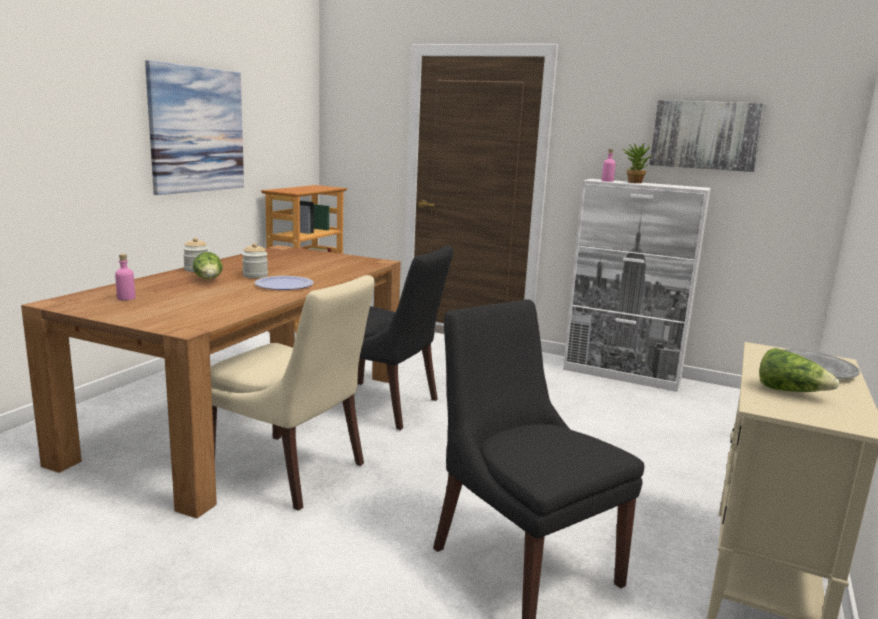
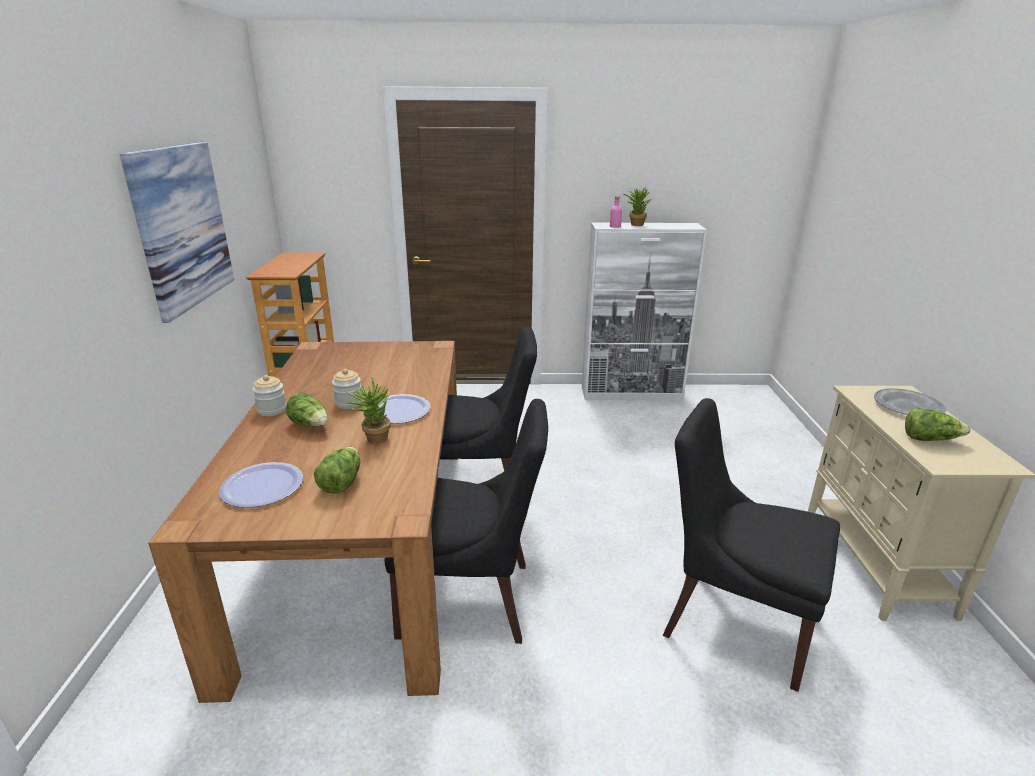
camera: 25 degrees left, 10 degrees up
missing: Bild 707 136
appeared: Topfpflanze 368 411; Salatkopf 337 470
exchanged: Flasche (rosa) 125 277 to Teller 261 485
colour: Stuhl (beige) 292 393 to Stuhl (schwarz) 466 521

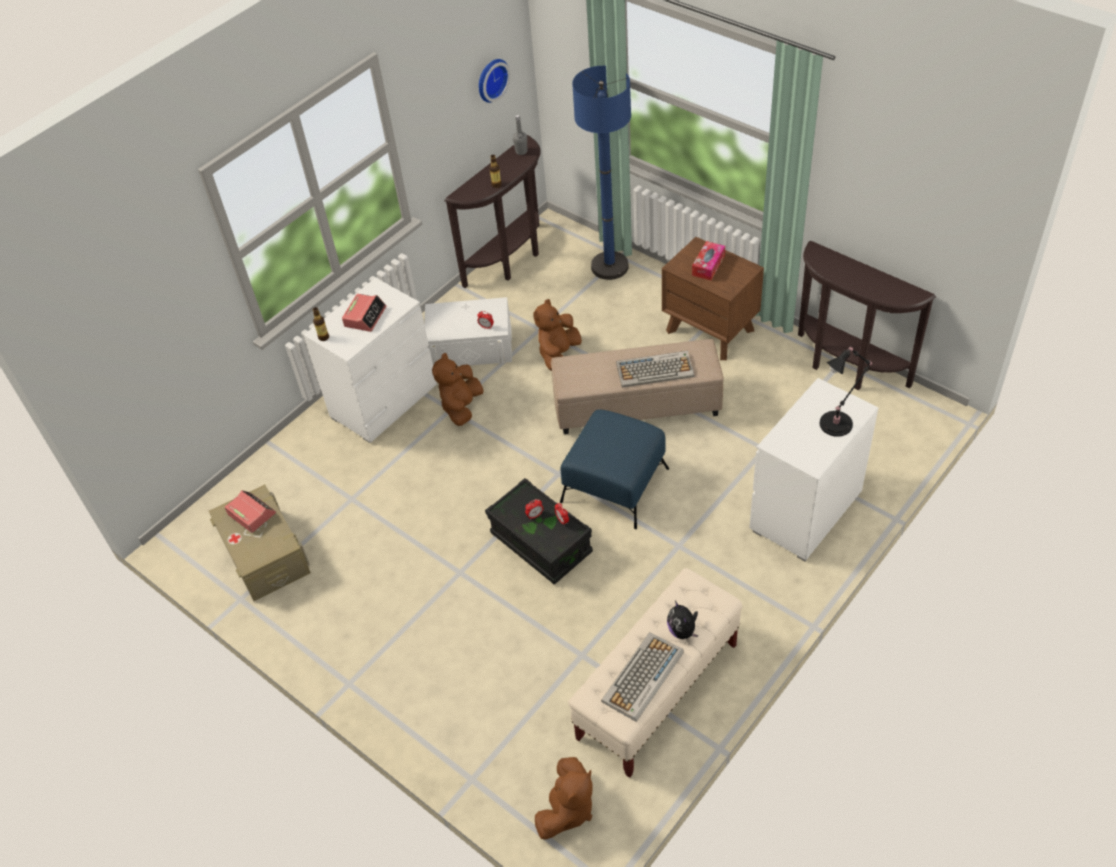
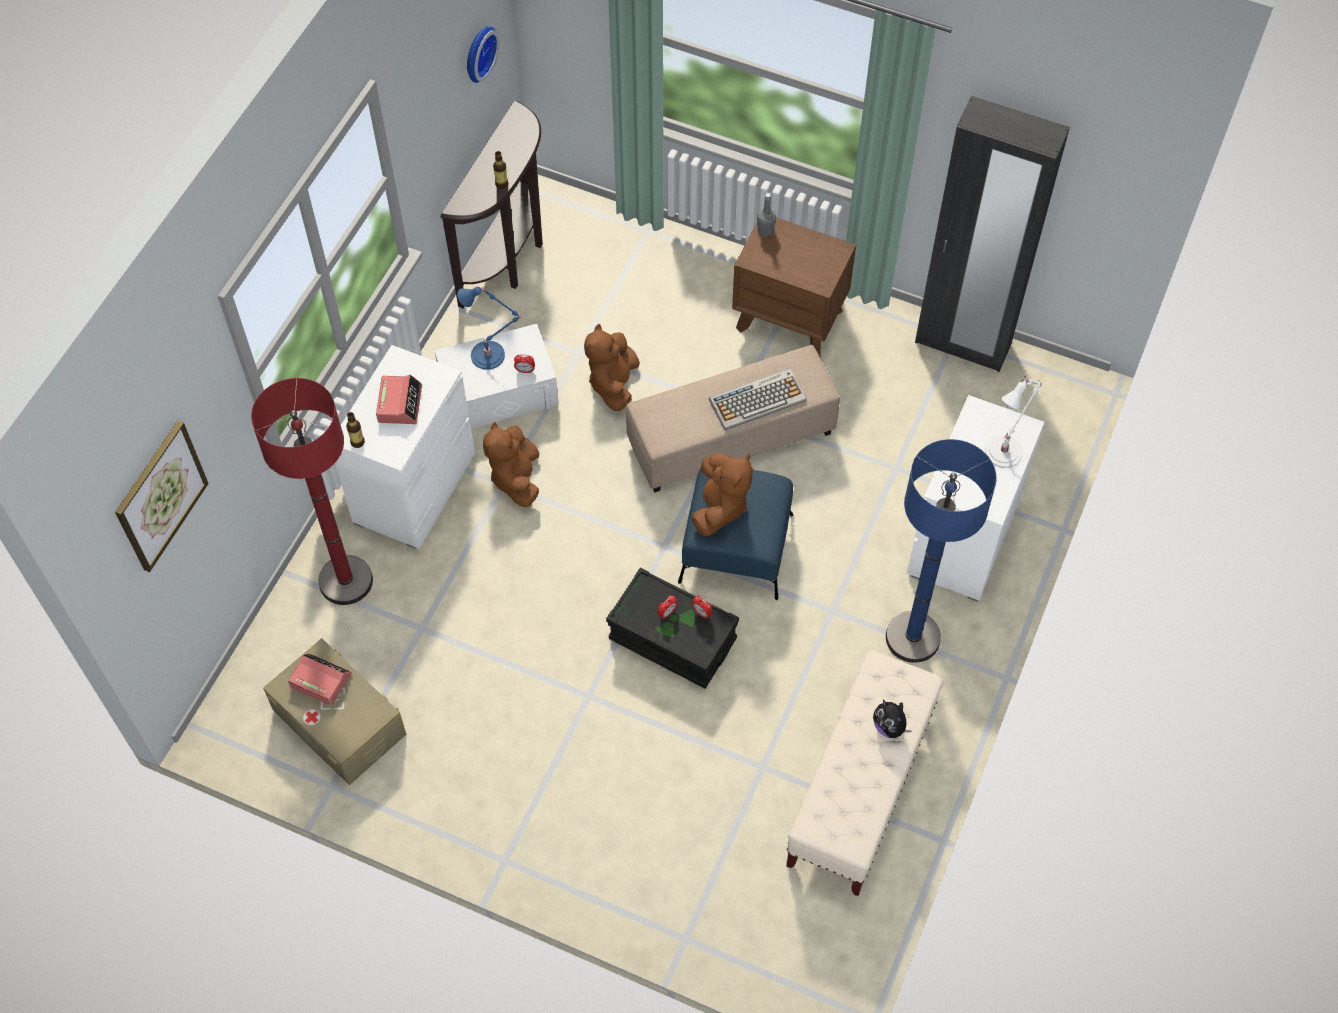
camera: 20 degrees left, 10 degrees up
missing: Taschentuchbox 708 260; Tastatur 642 677
appeared: Tischlampe (blau) 489 328; Stehlampe (rot) 312 491; Bild 162 496
relocated: Stehlampe (blau) 601 173 to 941 551; Flasche (grau) 520 135 to 766 215; Plüschtier (braun) 564 798 to 722 494
exchanged: Konsolentisch (braun) 867 316 to Kleiderschrank (schwarz) 992 234
colour: Tischlampe (schwarz) 846 391 to Tischlampe (weiß) 1013 422

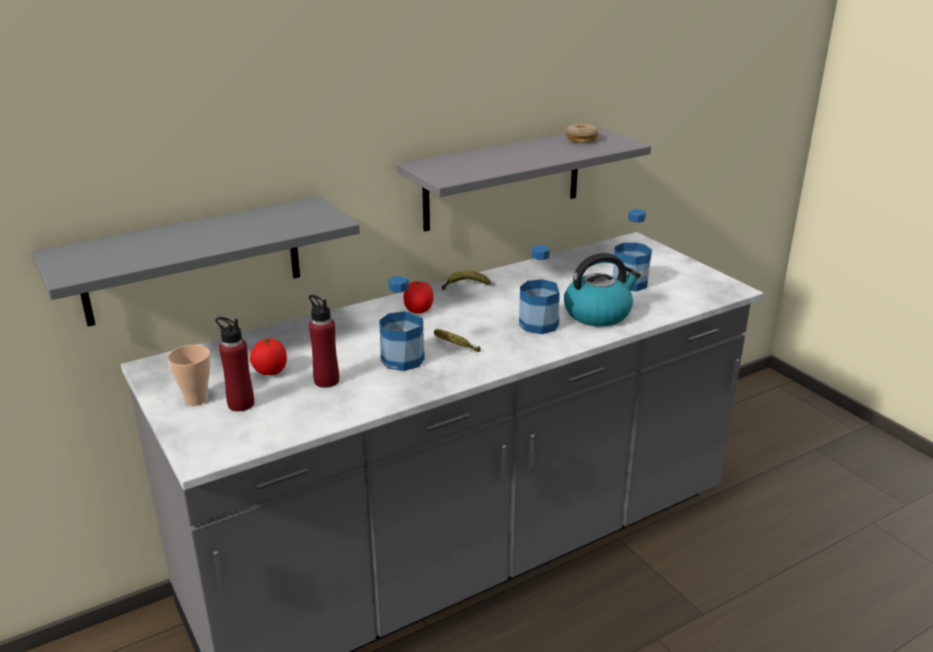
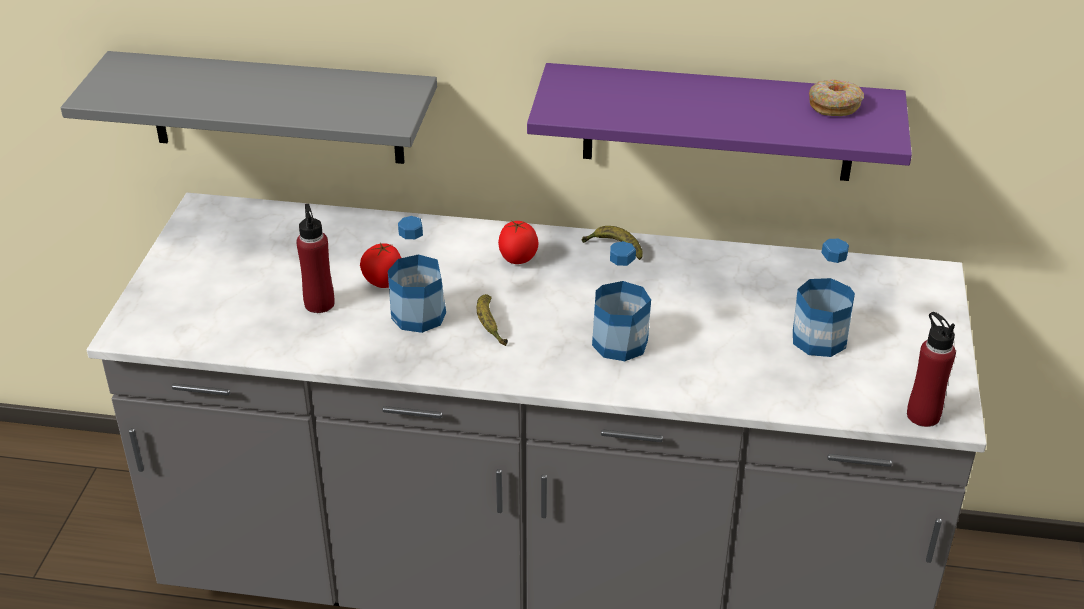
camera: 40 degrees right, 10 degrees up
missing: Wasserkessel 602 289; Tasse 189 375
relocated: Flasche (rot) 234 364 to 931 369; Tomate 268 356 to 380 265
colour: Wandregal (grau) 523 179 to Wandregal (lila) 719 122

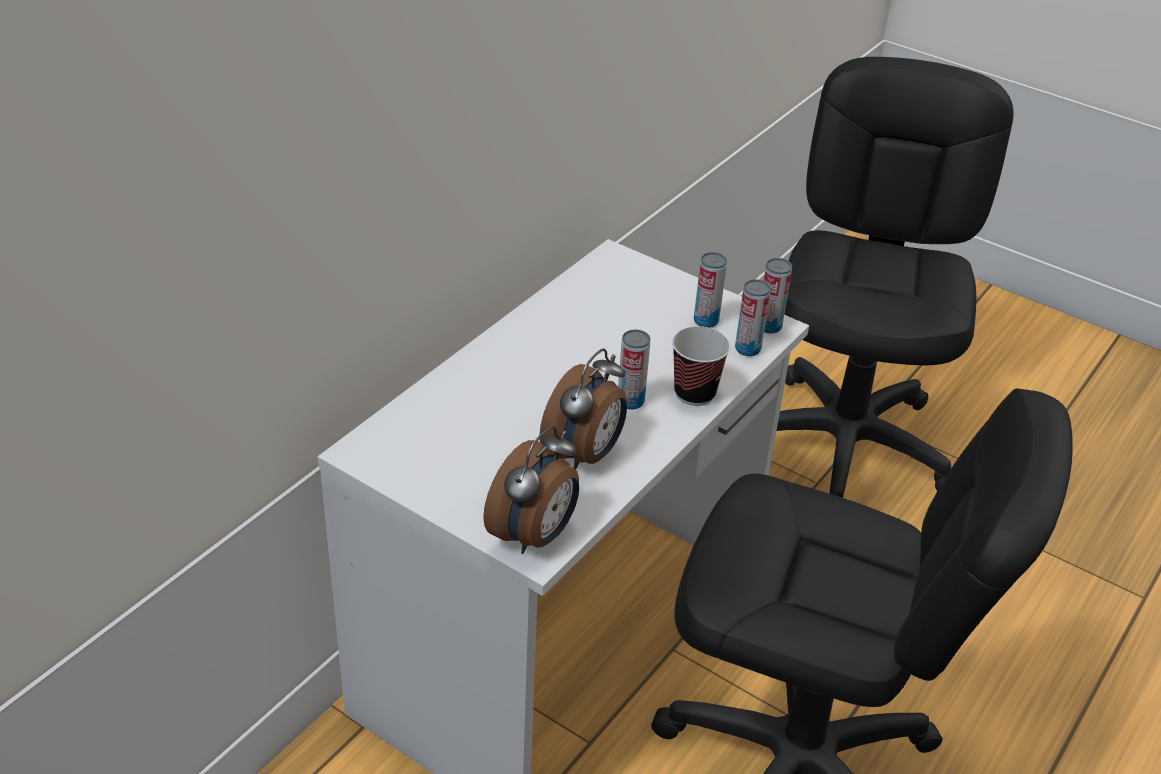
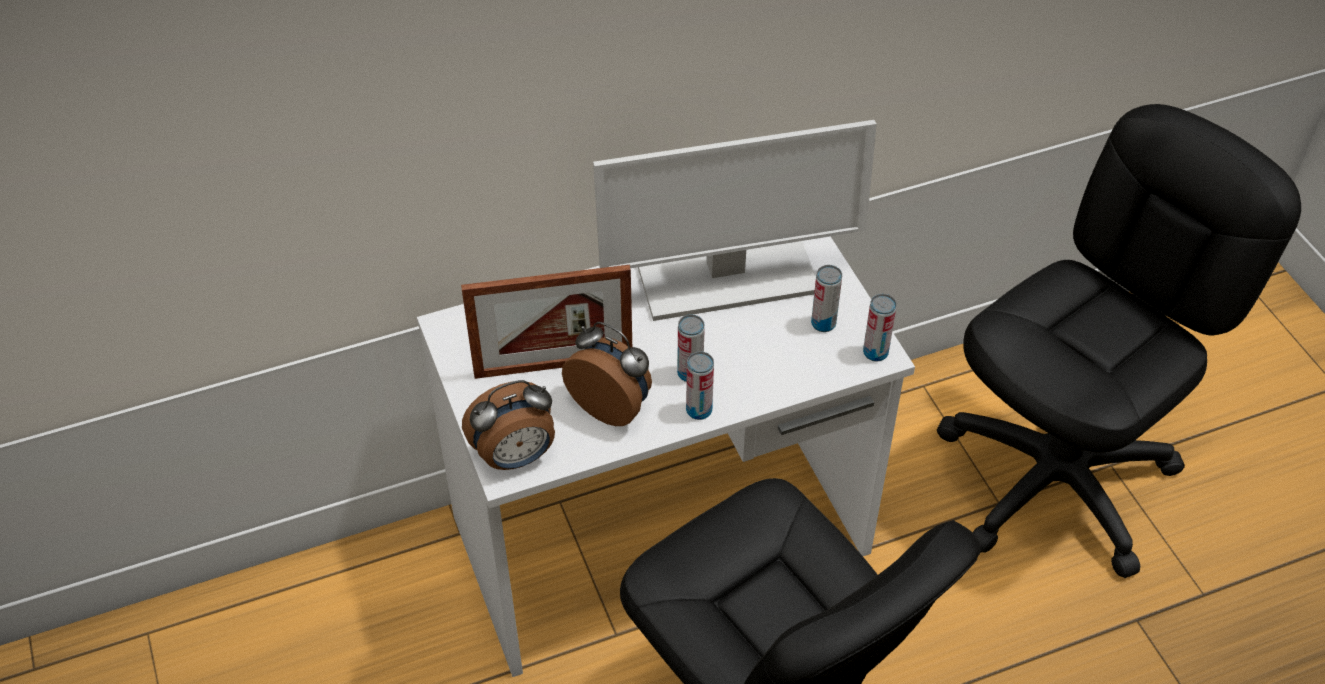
camera: 35 degrees right, 10 degrees up
missing: Tasse 701 366
appeared: Monitor 735 220; Bilderrahmen 546 322
relocated: Dose 753 317 to 700 386
spun: Wecker 583 409 = 607 374 120 degrees counterclockwise

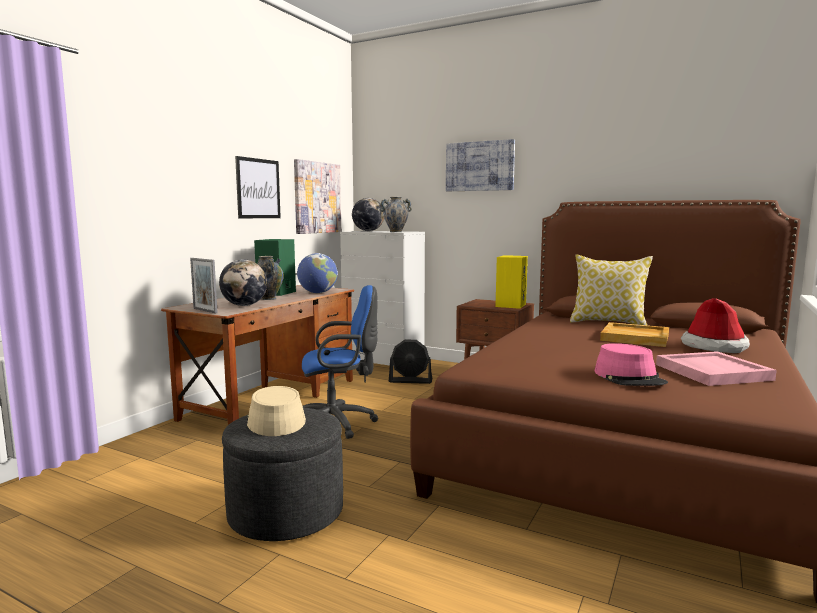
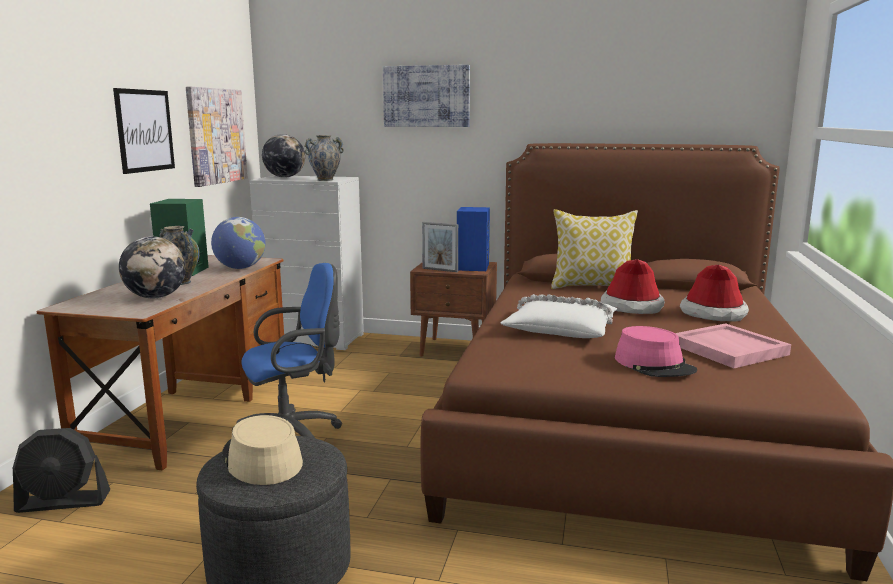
camera: 15 degrees left, 5 degrees up
appeared: Kissen (weiß) 559 316
relocated: Bilderrahmen 204 286 to 440 247; Ventilator (schwarz) 410 362 to 61 470
exchanged: Tablett (beige) 634 334 to Hut 633 286
colour: Lautsprecher (gelb) 511 282 to Lautsprecher (blau) 473 239

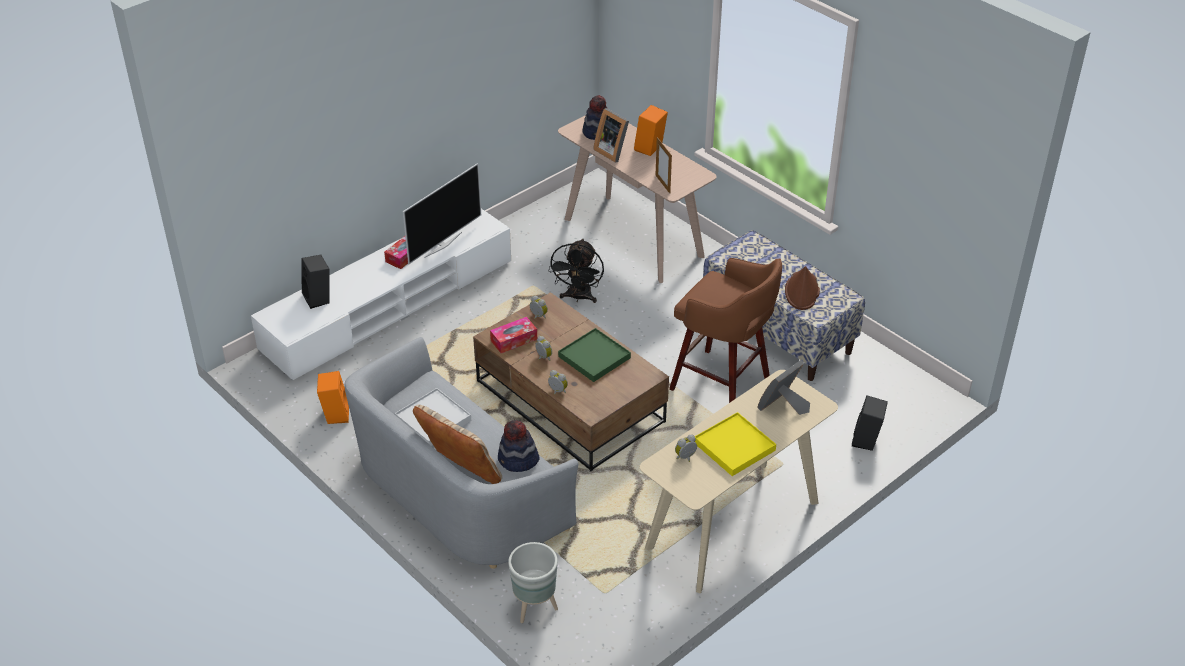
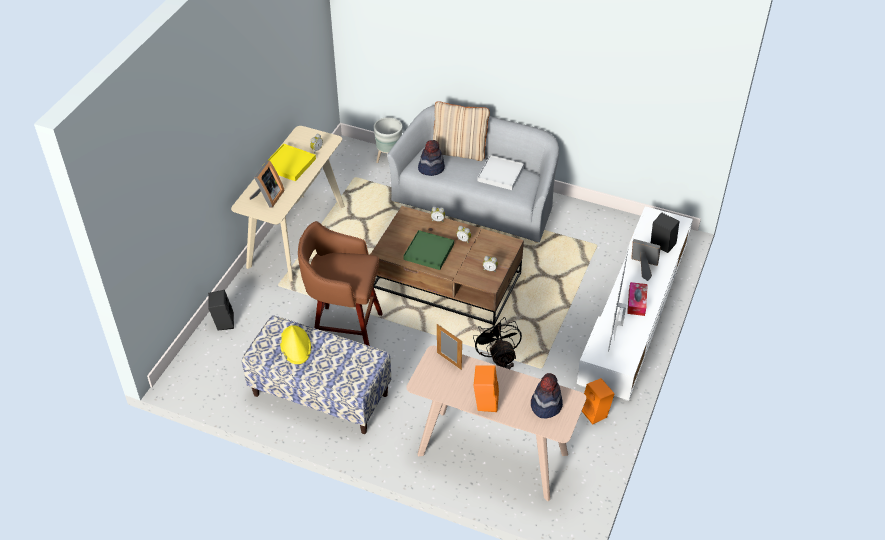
camera: 155 degrees right, 5 degrees up
missing: Taschentuchbox 513 335
relocated: Bilderrahmen 611 135 to 646 260; Lautsprecher (orange) 333 397 to 598 401
colour: Hut (braun) 802 288 to Hut (gelb) 295 344

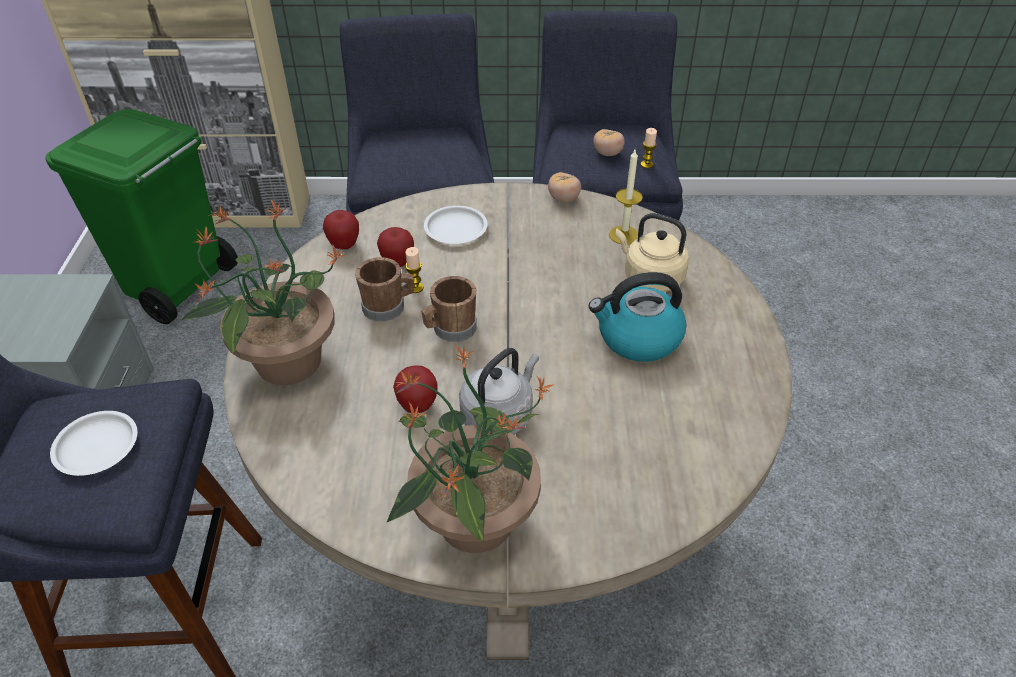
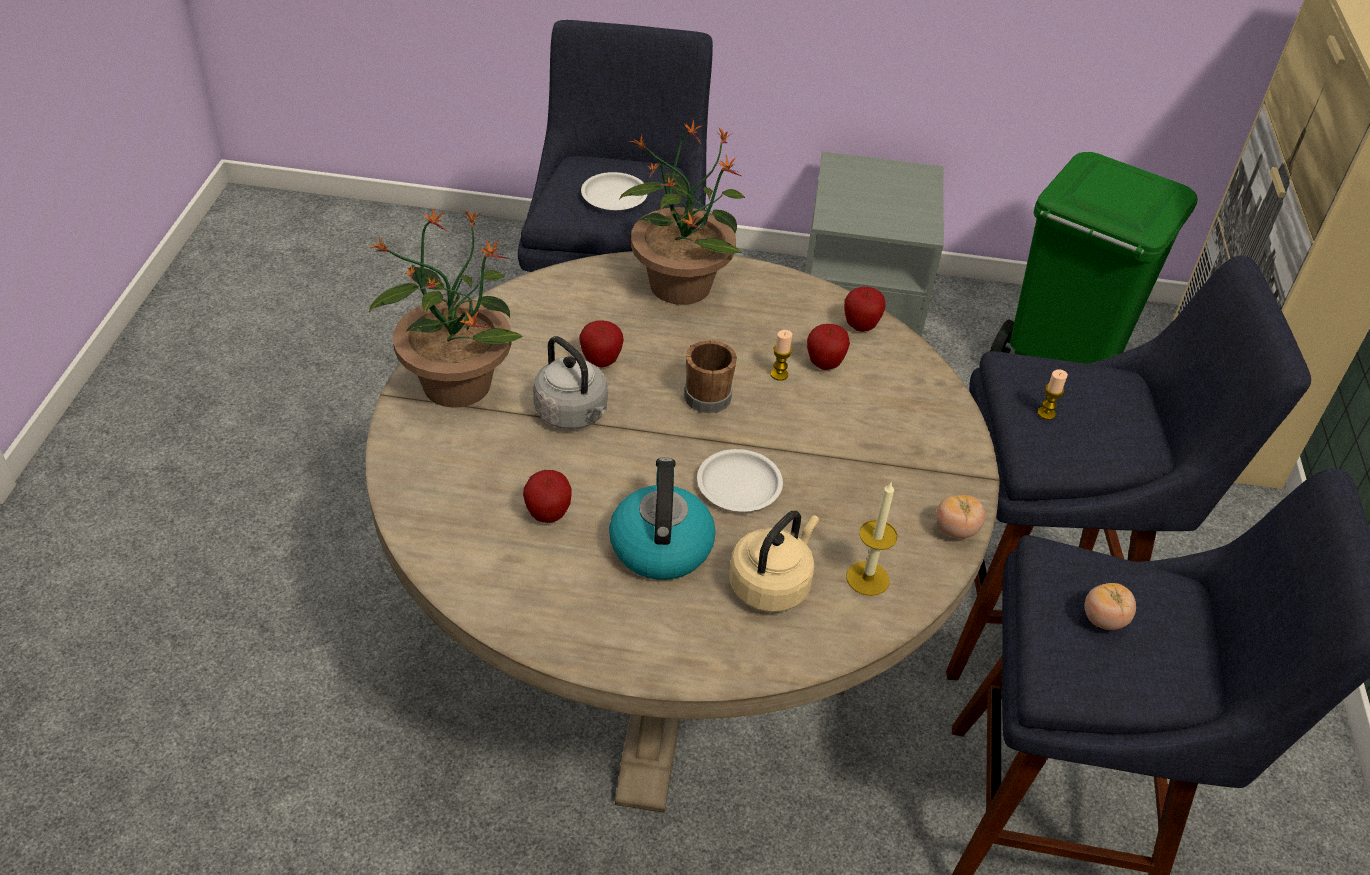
camera: 95 degrees right, 0 degrees up
missing: Henkelbecher (braun) 384 289
appeared: Apfel 547 496
relocated: Kerze 648 148 to 1052 395; Teller (weiß) 456 225 to 740 480

